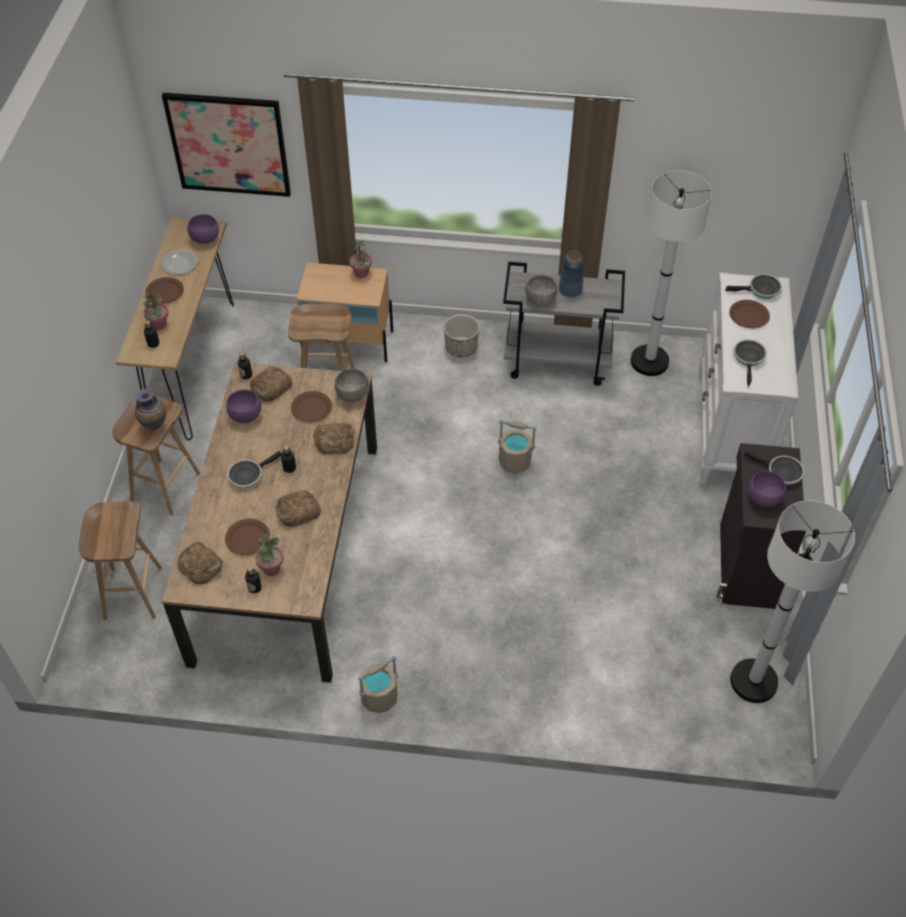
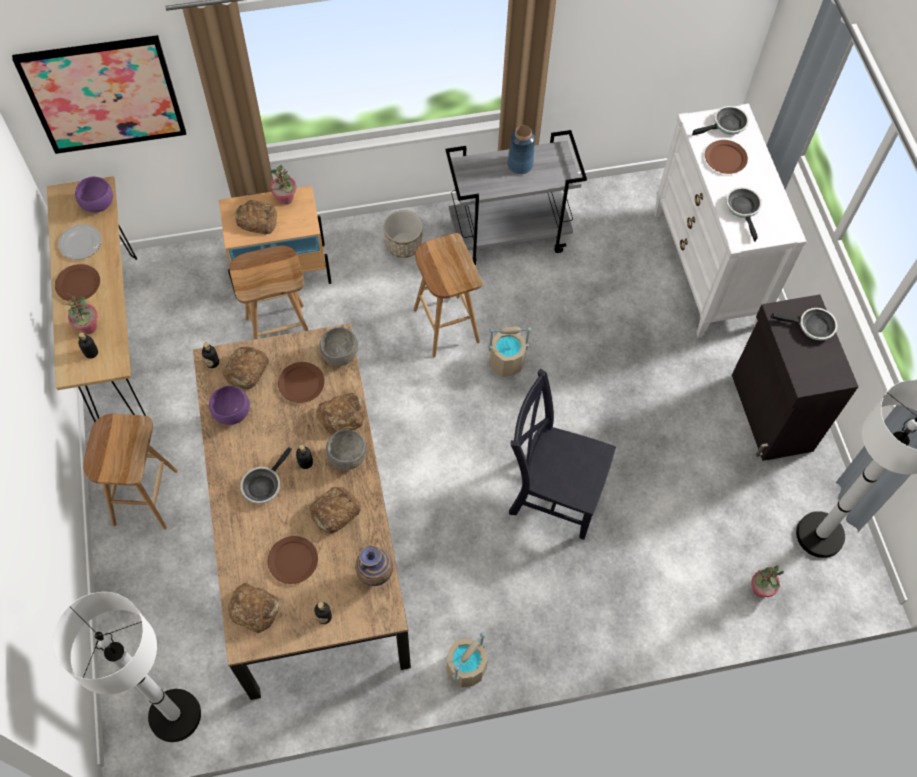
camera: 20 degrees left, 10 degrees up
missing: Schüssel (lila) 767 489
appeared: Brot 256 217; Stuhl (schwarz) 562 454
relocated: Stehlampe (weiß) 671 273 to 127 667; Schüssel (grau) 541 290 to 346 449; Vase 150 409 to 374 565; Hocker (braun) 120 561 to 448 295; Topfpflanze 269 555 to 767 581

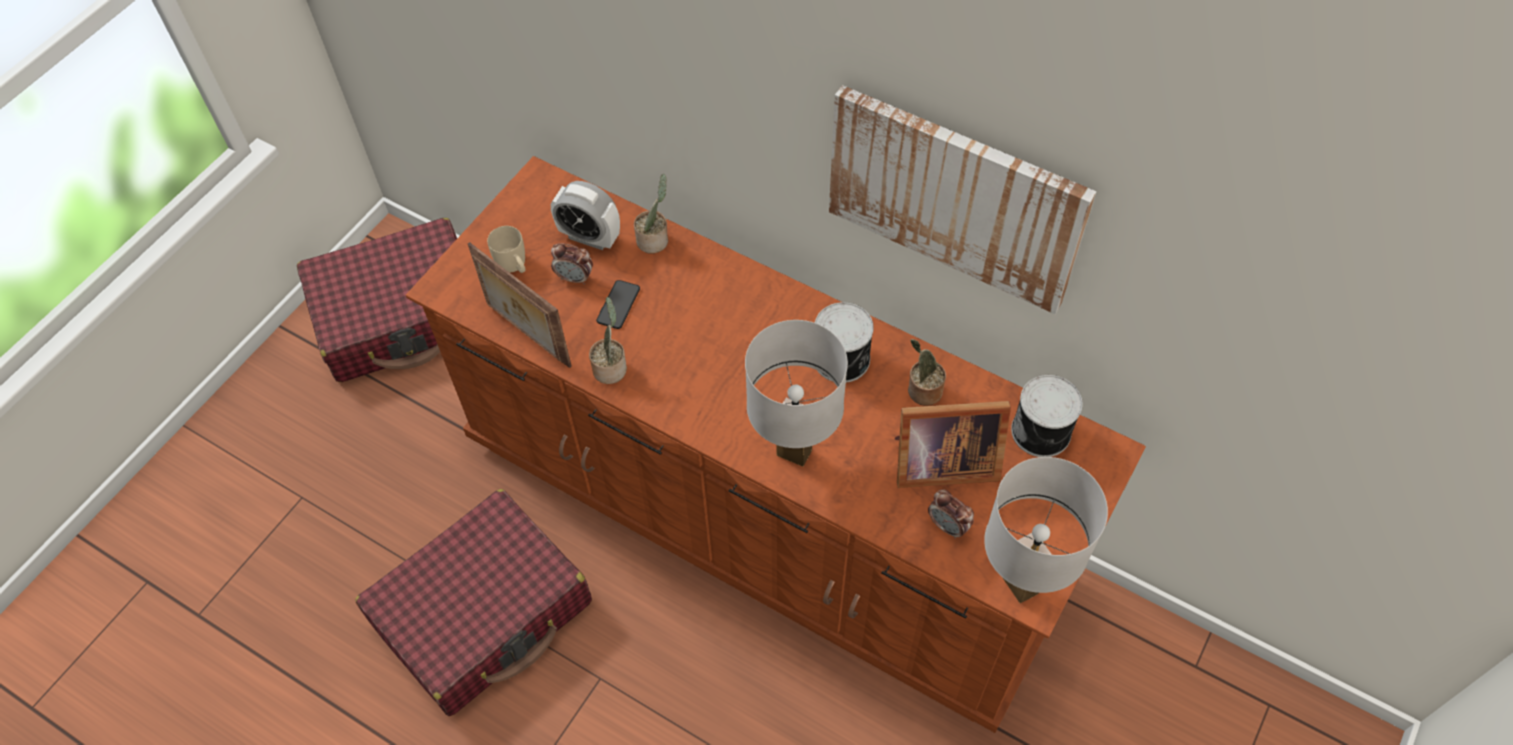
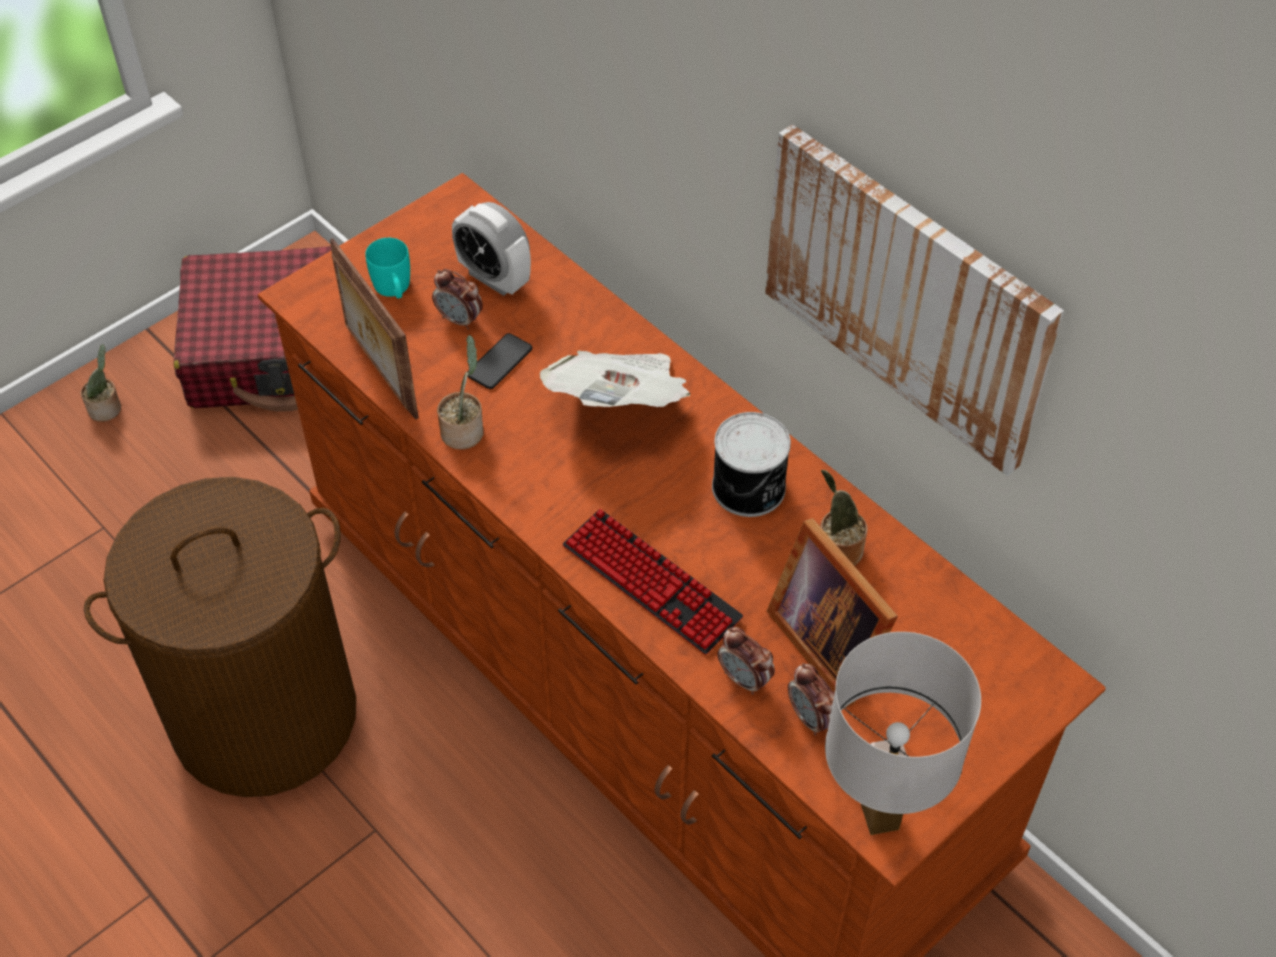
camera: 15 degrees right, 5 degrees down
missing: Dose 1047 416
appeared: Zeitung 615 379; Wecker 746 661
relocated: Topfpflanze 651 214 to 101 383
exchanged: Tischlampe (weiß) 796 393 to Tastatur 653 582; Koffer (rot) 473 602 to Wäschekorb (braun) 220 637
colour: Henkelbecher (beige) 506 249 to Henkelbecher (türkis) 387 268
spun: Bilderrahmen 953 444 = 832 613 45 degrees clockwise

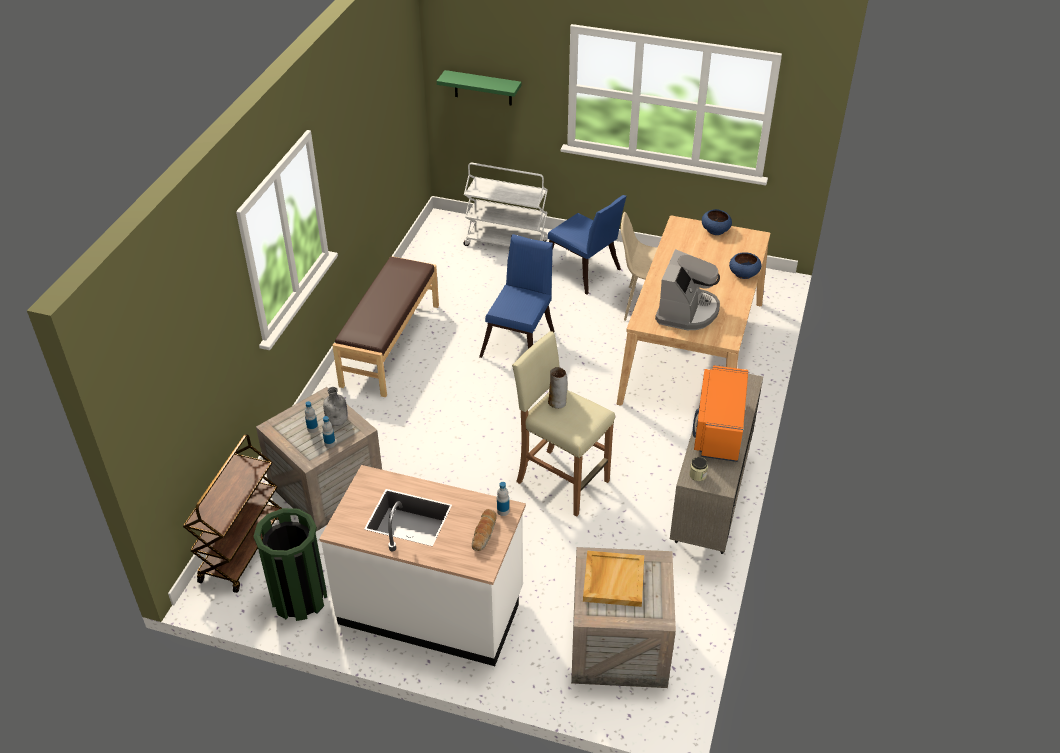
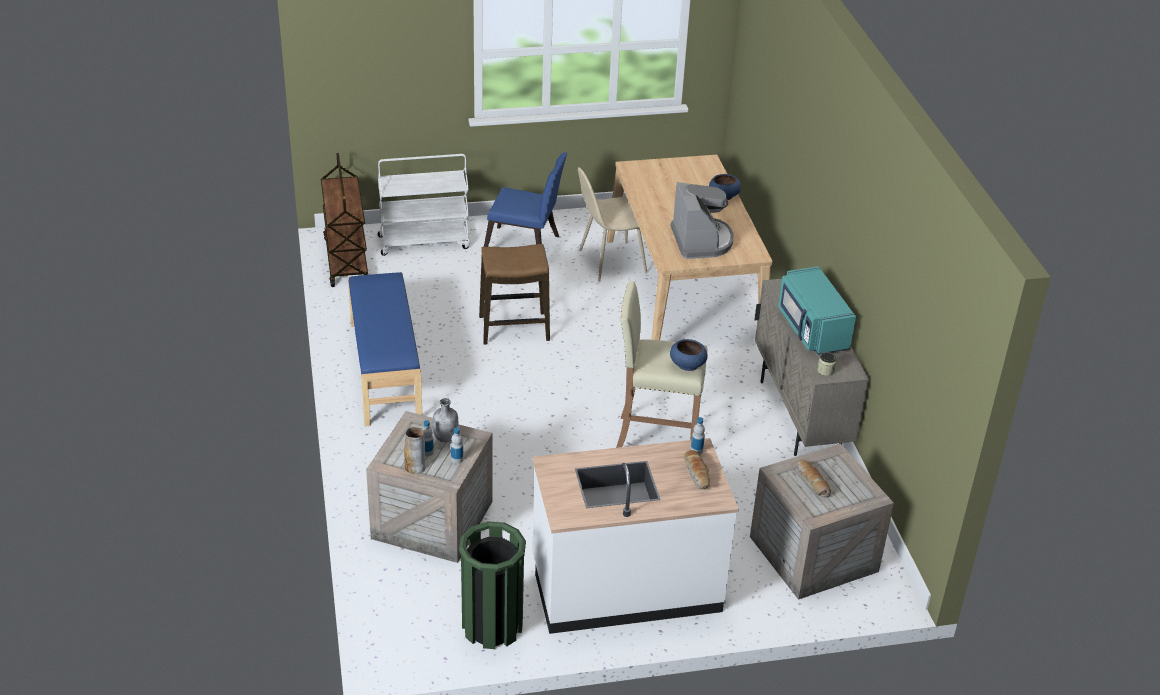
camera: 30 degrees left, 5 degrees down
missing: Wandregal (grün) 479 88
relocated: Schüssel (blau) 717 222 to 688 355; Vase 557 388 to 415 450; Rollwagen (braun) 232 513 to 345 220
exchanged: Stuhl (blau) 516 296 to Hocker 514 294; Tablett (beige) 613 579 to Brot 814 478
colour: Bank (braun) 385 326 to Bank (blau) 385 349; Mikrowelle (orange) 720 413 to Mikrowelle (türkis) 817 310

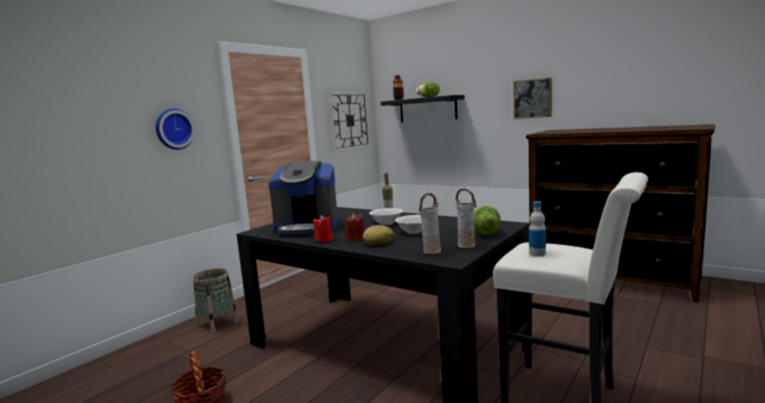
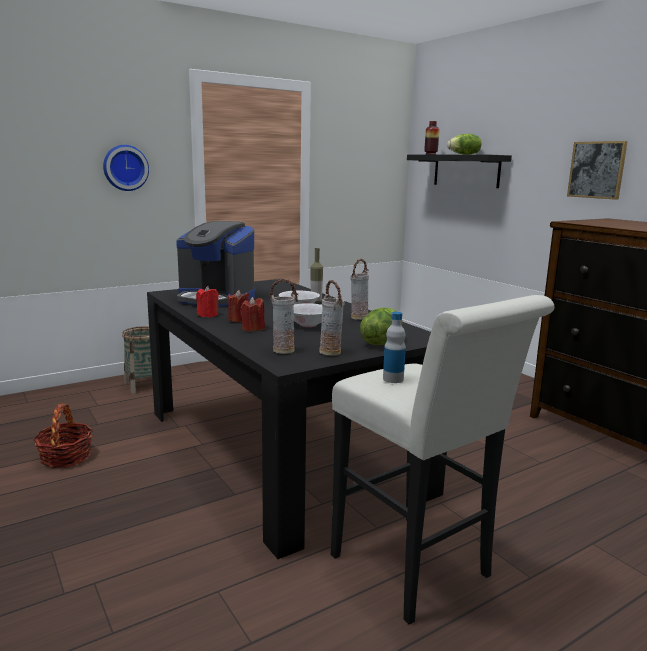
camera: 20 degrees right, 5 degrees up
missing: Wanduhr 349 121
appeared: Vase 359 289
exchanged: Brot 378 235 to Kerze (rot) 252 314

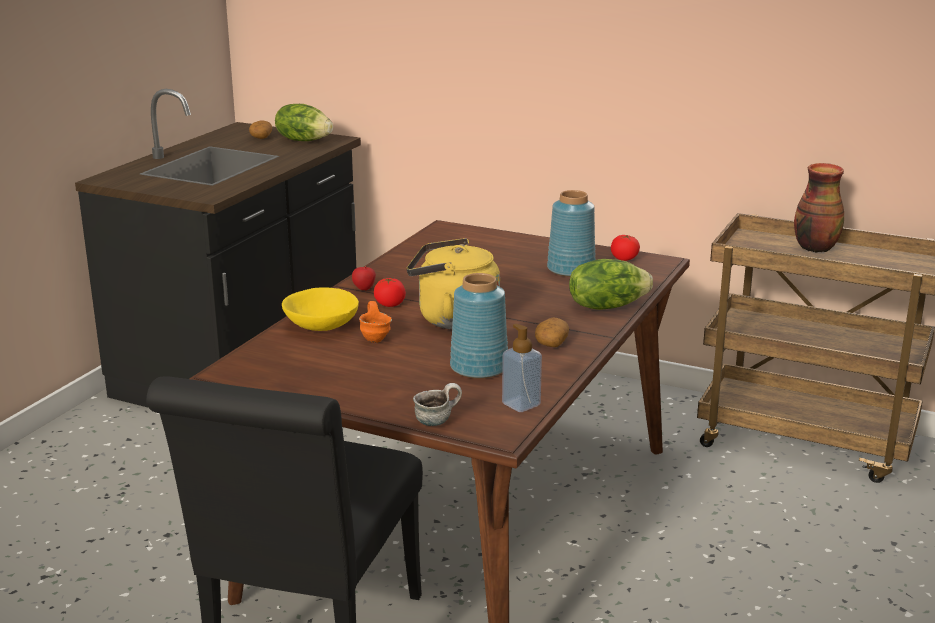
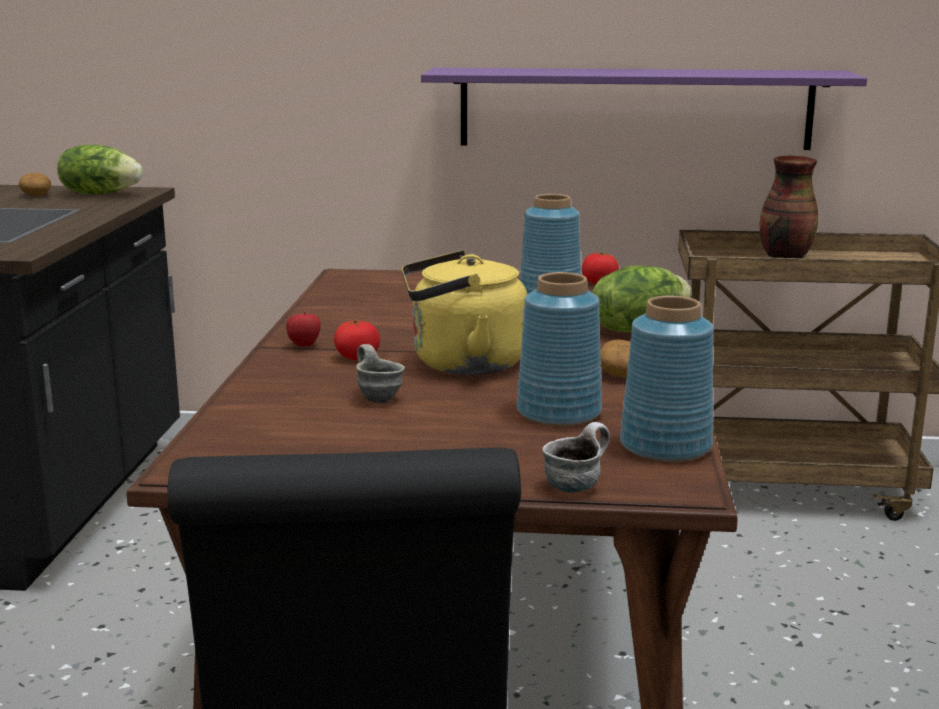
camera: 20 degrees left, 5 degrees down
missing: Schüssel (gelb) 320 309
appeared: Wandregal (lila) 644 109
exchanged: Seifenspender 522 368 to Vase (blau) 667 379
colour: Henkelbecher (orange) 375 322 to Henkelbecher (grau) 380 373

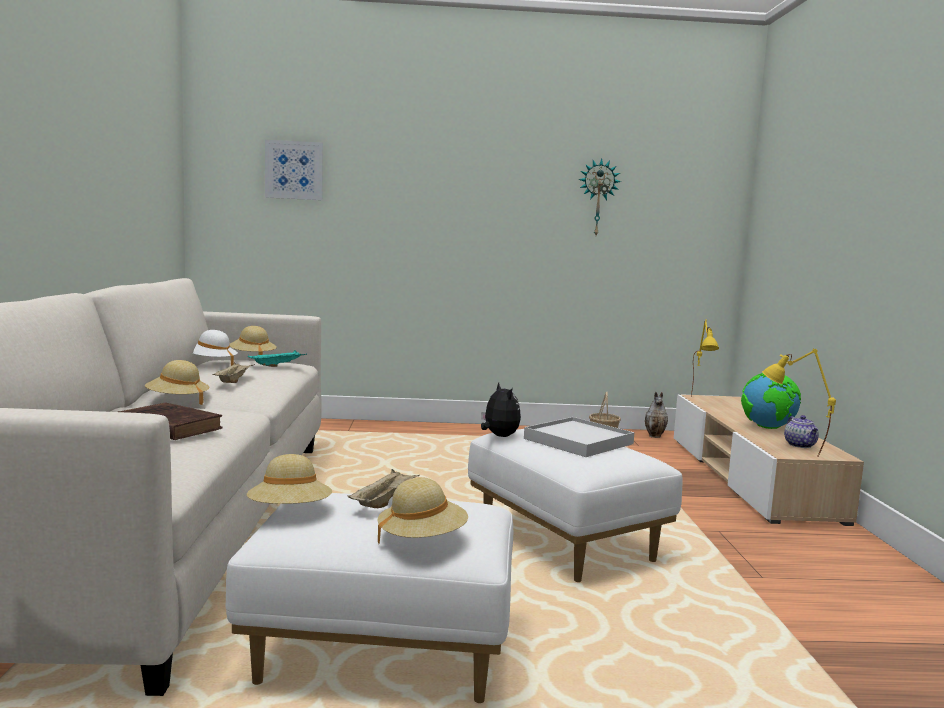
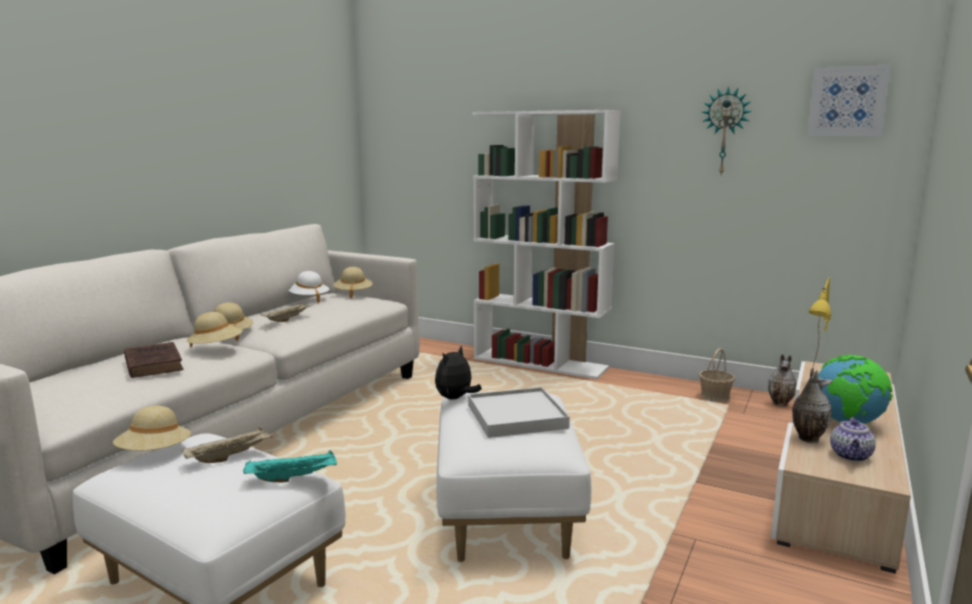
camera: 30 degrees right, 5 degrees up
missing: Tischlampe (gelb) 799 402
appeared: Bücherregal (weiß) 547 244; Vase 812 405
relocated: Bild 294 170 to 849 100; Tablett (türkis) 277 358 to 290 466; Hut (beige) 422 511 to 215 329
spun: Plüschtier 501 410 = 458 372 150 degrees counterclockwise

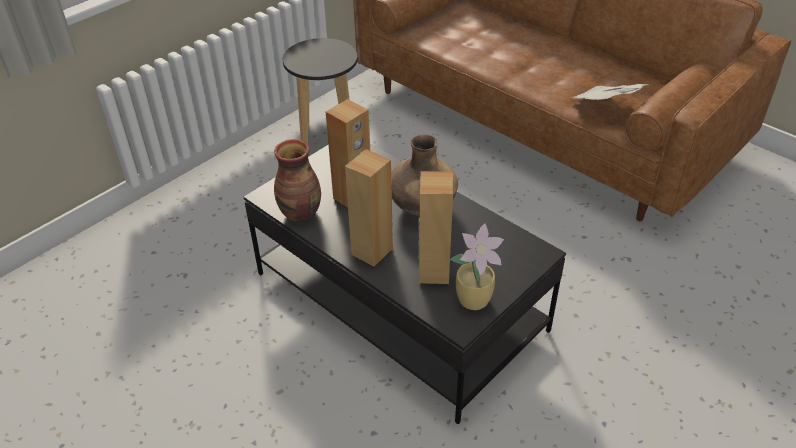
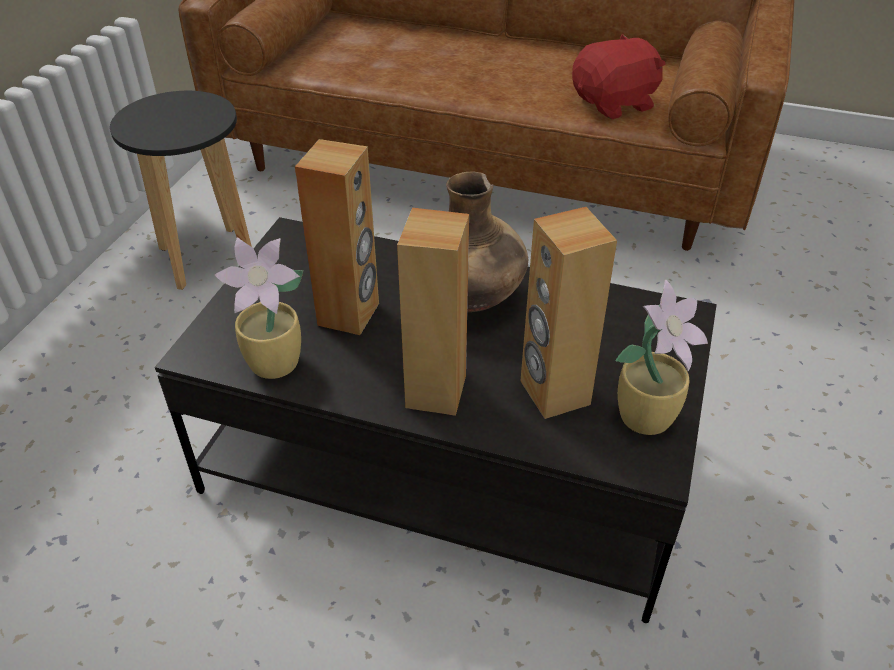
camera: 25 degrees left, 0 degrees up
exchanged: Zeitung 609 92 to Plüschtier (rot) 619 76; Vase 297 180 to Topfpflanze 259 308

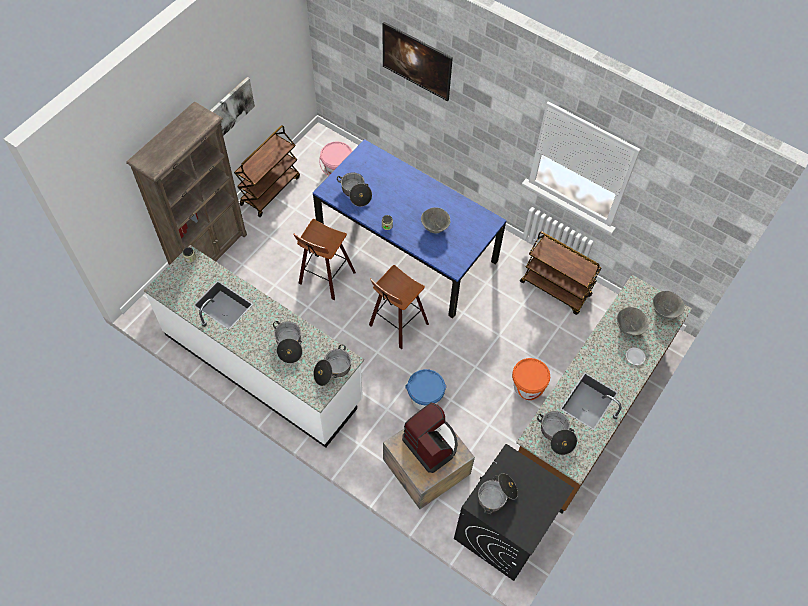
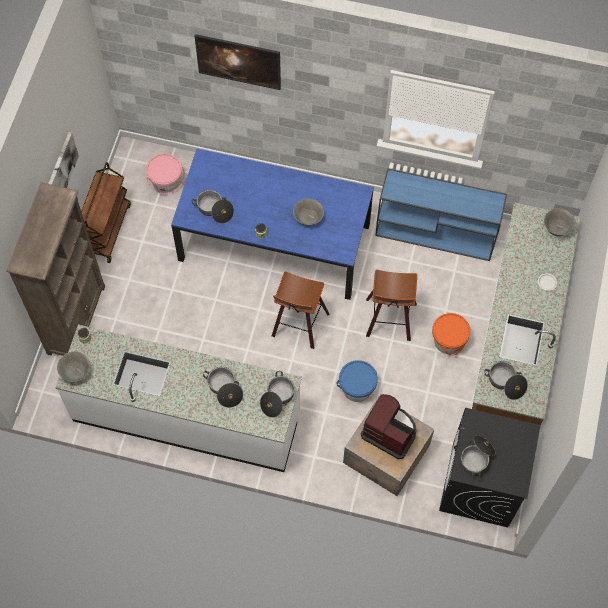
camera: 20 degrees left, 5 degrees up
relocated: Hocker 324 259 to 391 305; Schüssel (grau) 633 321 to 73 366
exchanged: Rollwagen (braun) 561 273 to Konsolentisch (blau) 441 214

